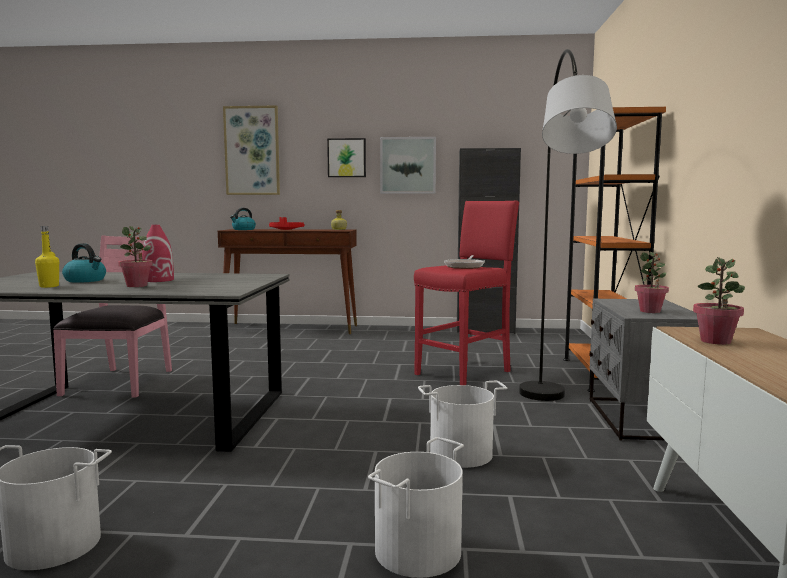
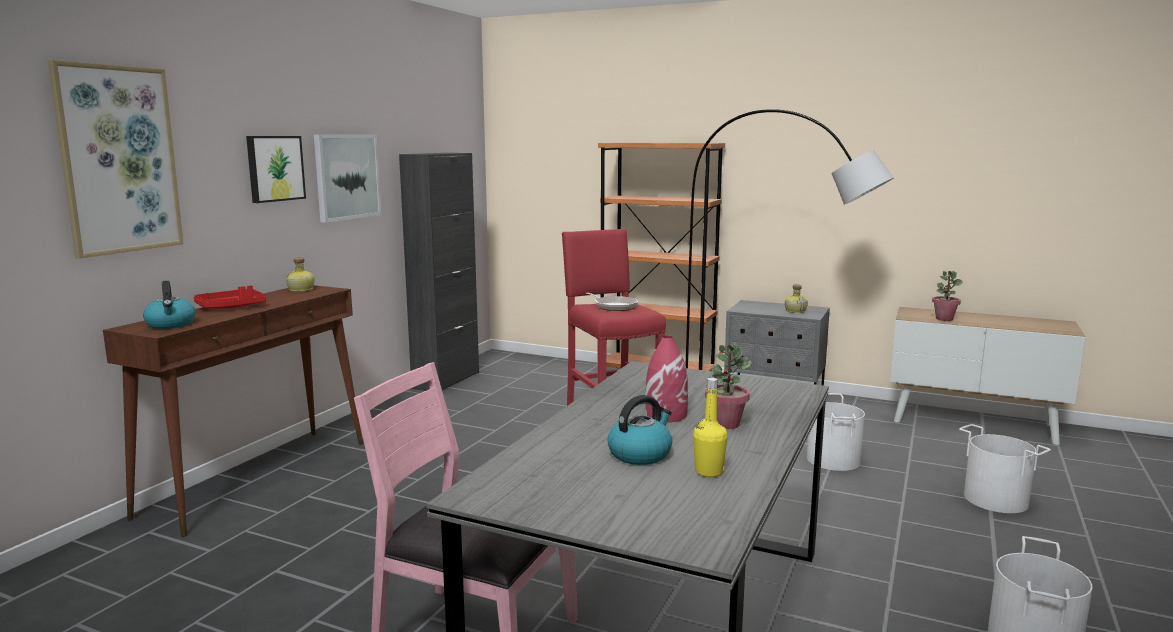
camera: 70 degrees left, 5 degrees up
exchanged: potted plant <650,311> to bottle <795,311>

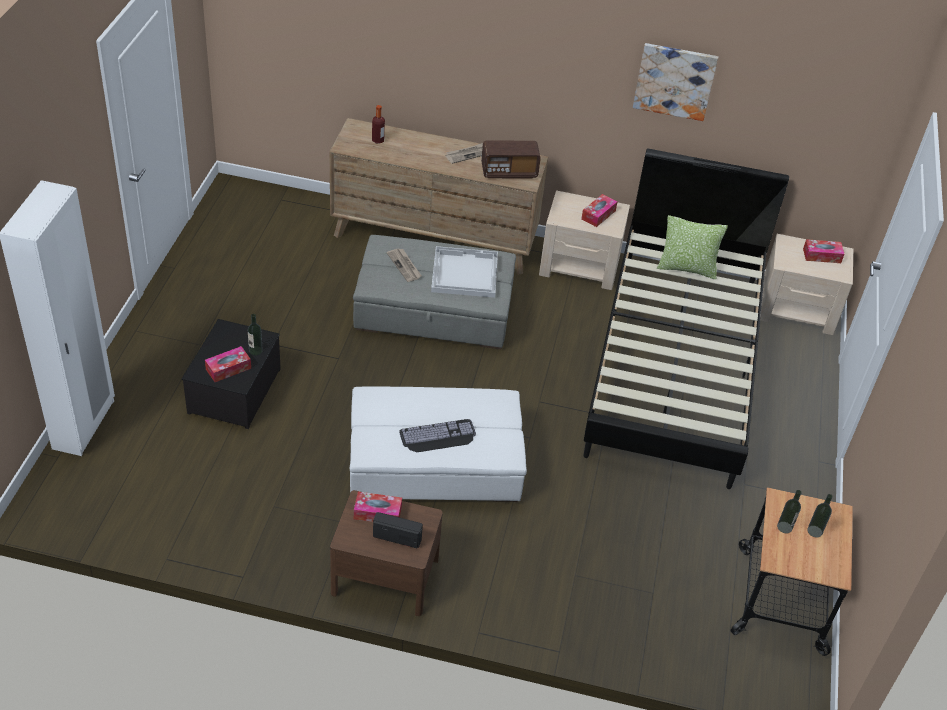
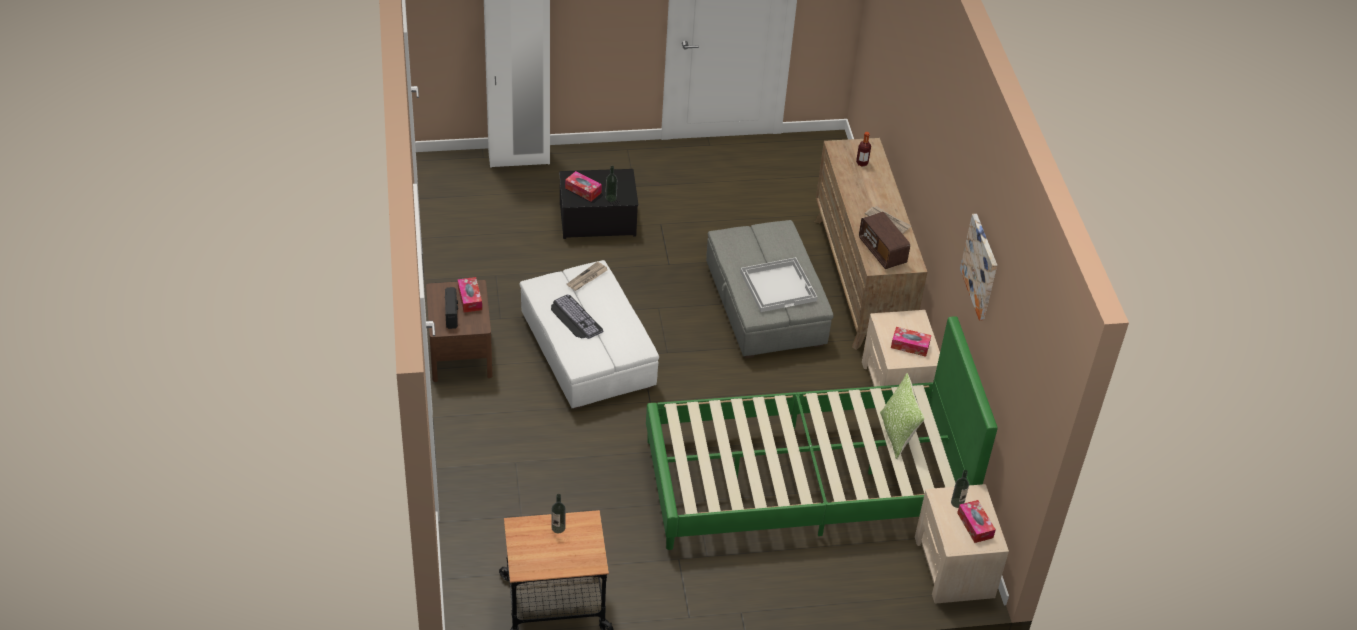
camera: 70 degrees right, 0 degrees up
relocated: newspaper <404,266> to <587,278>; bottle <814,531> to <957,503>
colour: black bed <674,364> to green bed <805,482>

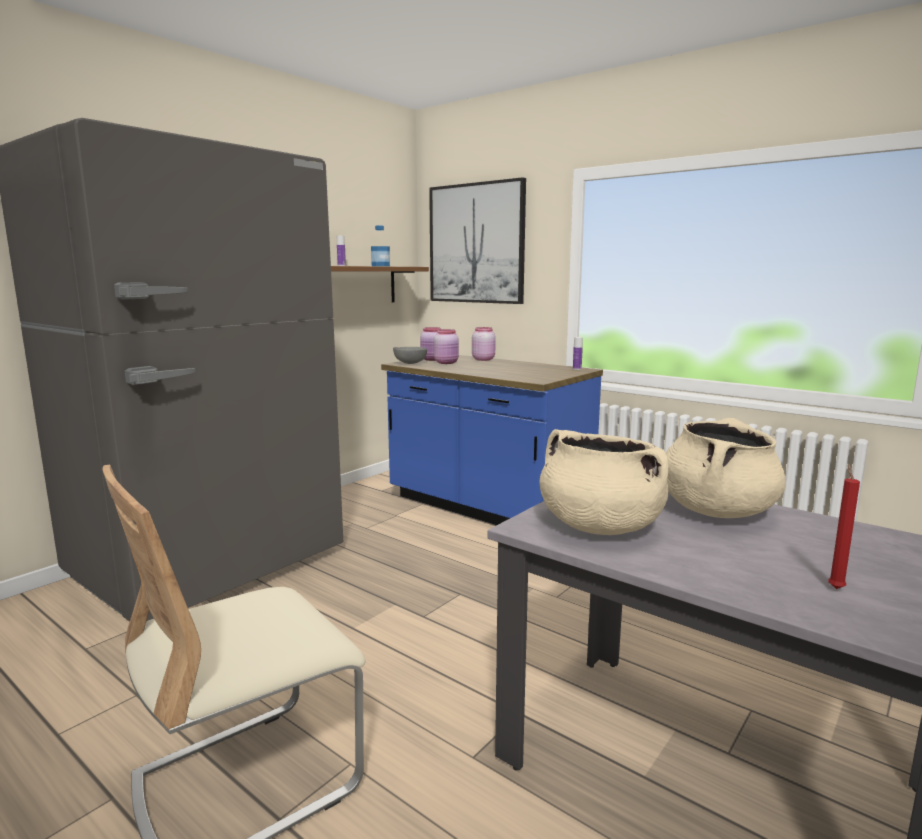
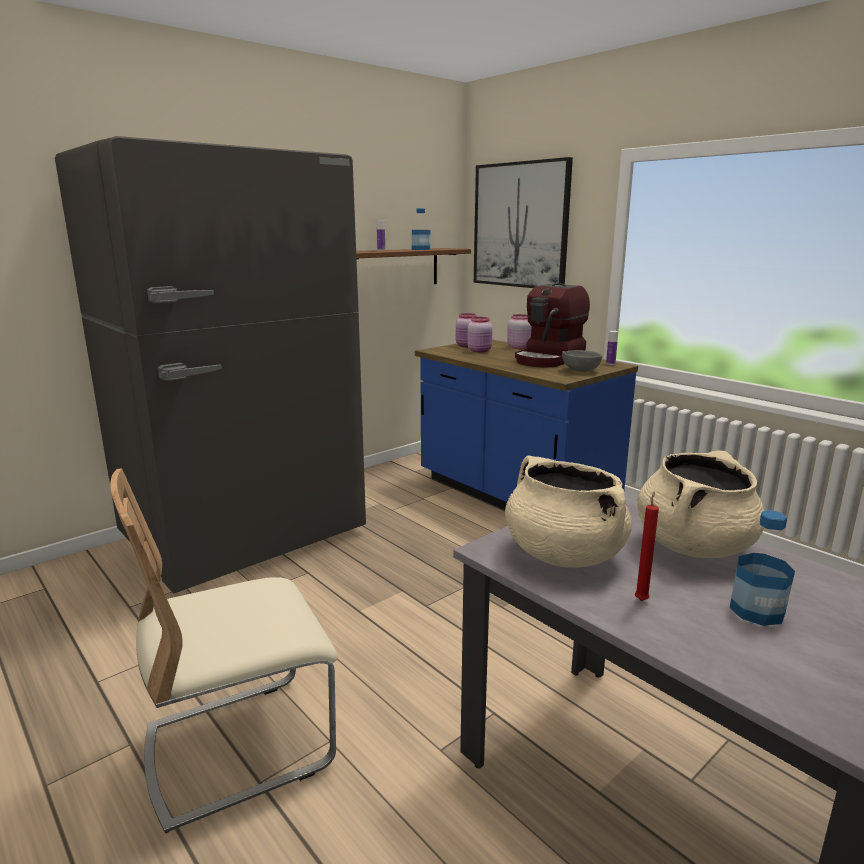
camera: 10 degrees right, 5 degrees up
appeared: coffee machine <550,359>; bottle <757,610>
relocated: grey bowl <409,363> to <579,371>; red candle <835,587> to <641,599>

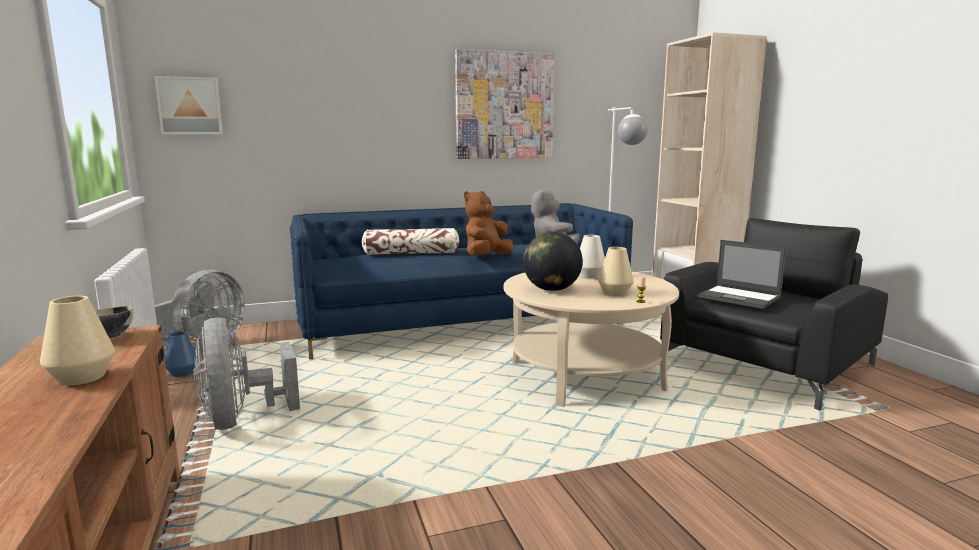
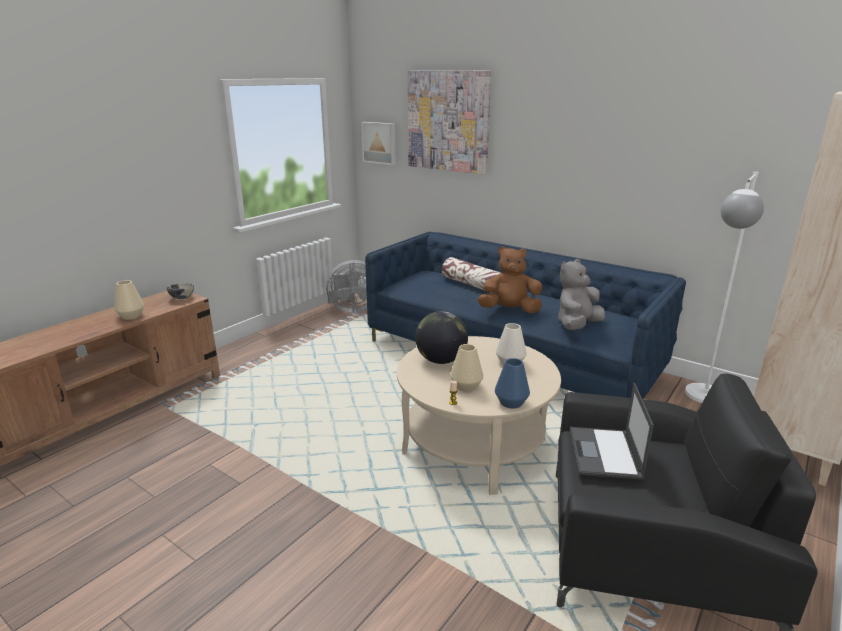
camera: 55 degrees right, 10 degrees up
missing: grey fan <241,419>
relocated: blue vase <182,373> to <511,402>; picture <504,106> to <448,121>

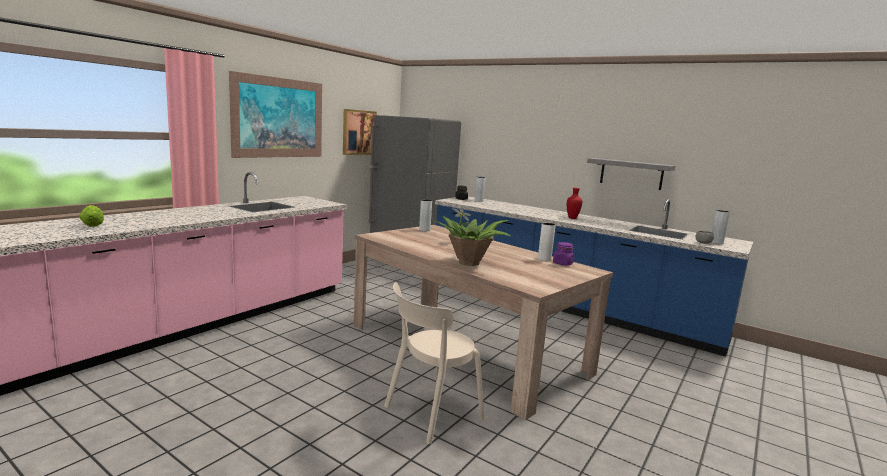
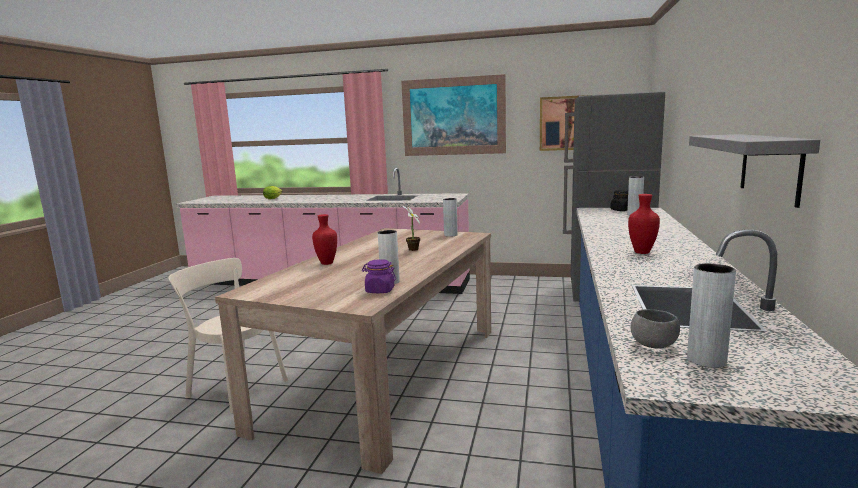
camera: 70 degrees right, 0 degrees up
exchanged: potted plant <470,263> to red vase <326,263>

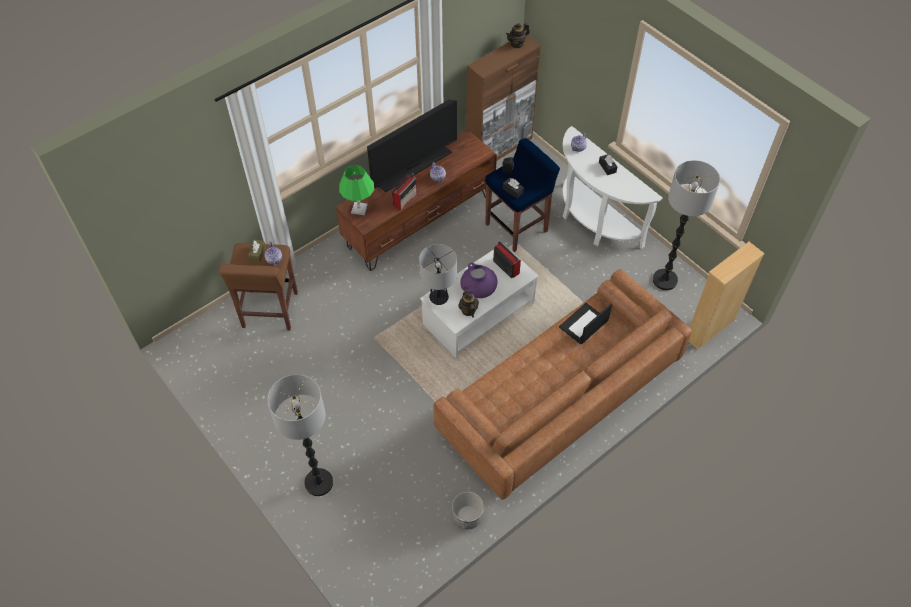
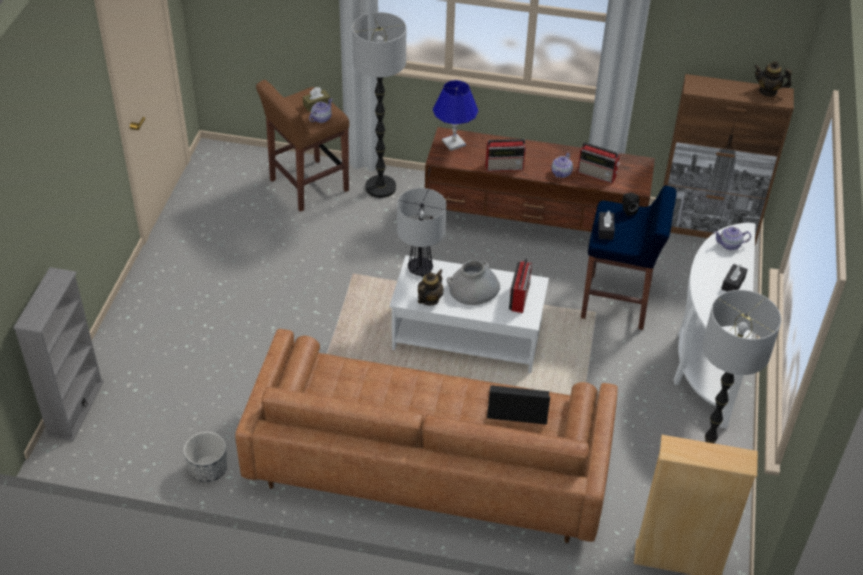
camera: 50 degrees right, 10 degrees down
missing: television <414,168>
appeared: grey bookcase <75,408>; radio <597,174>
relocated: floor lamp <318,483> to <380,187>
colour: green table lamp <359,209> to blue table lamp <454,143>; purple vase <478,283> to grey vase <473,288>

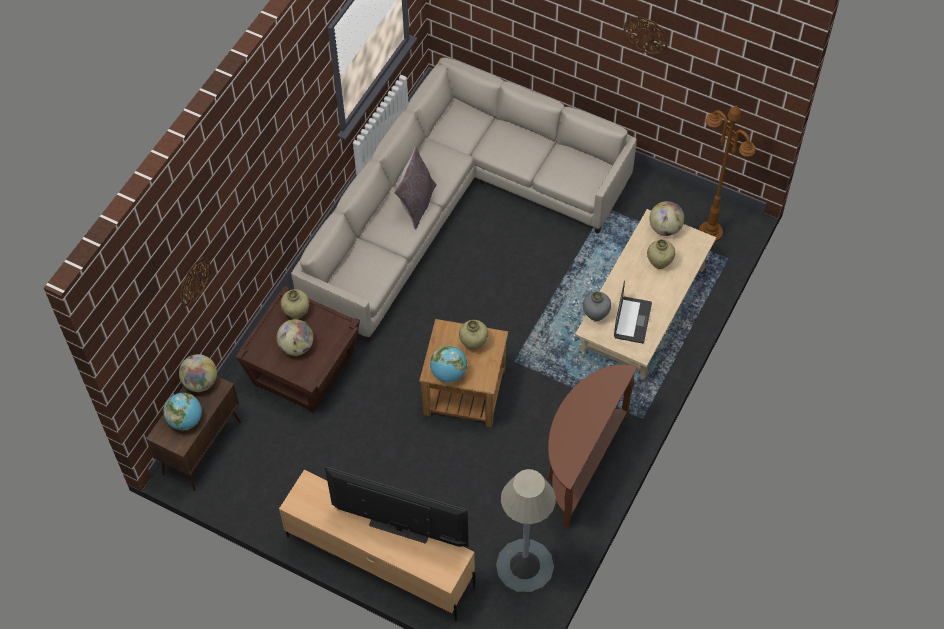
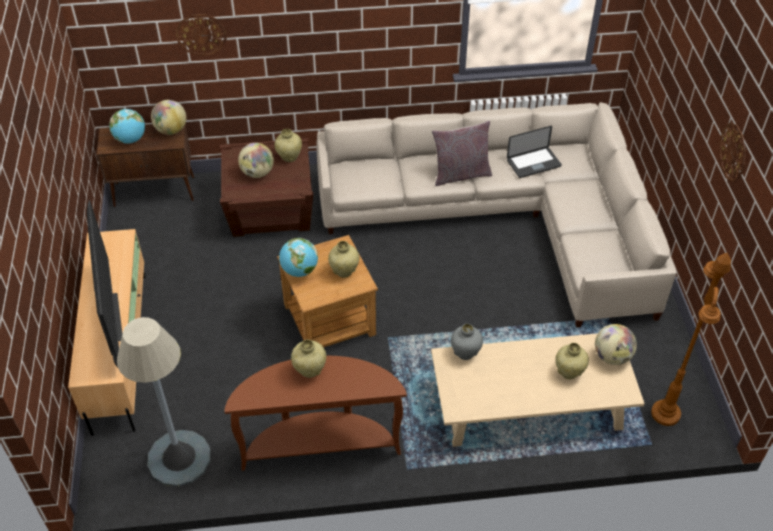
camera: 55 degrees right, 10 degrees down
appeared: beige vase <310,370>
relocated: laptop <632,320> to <533,163>

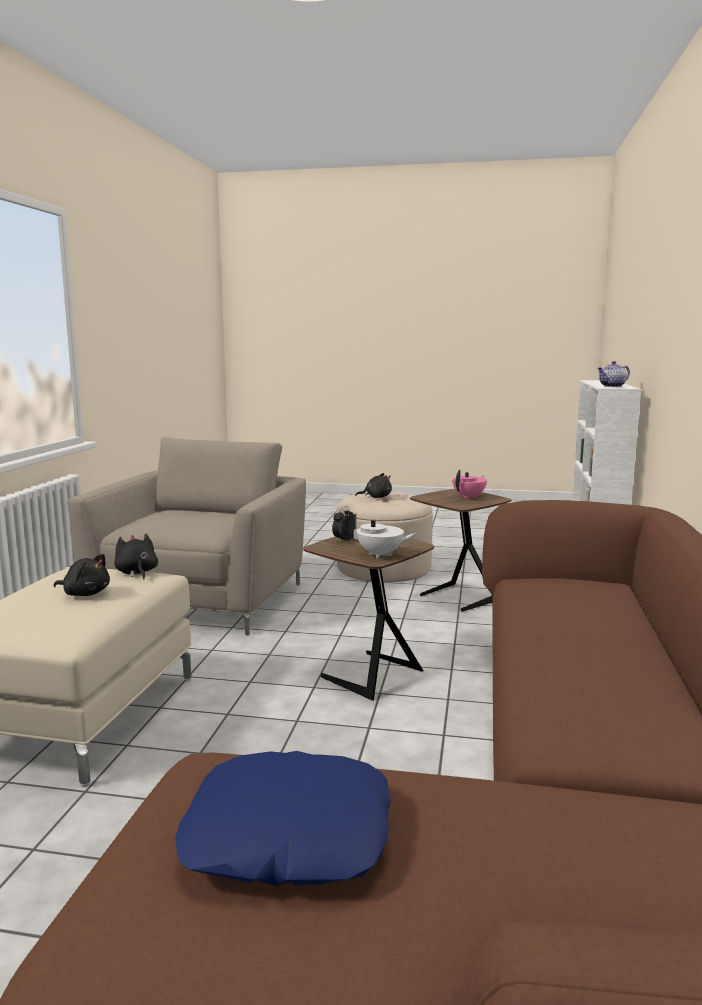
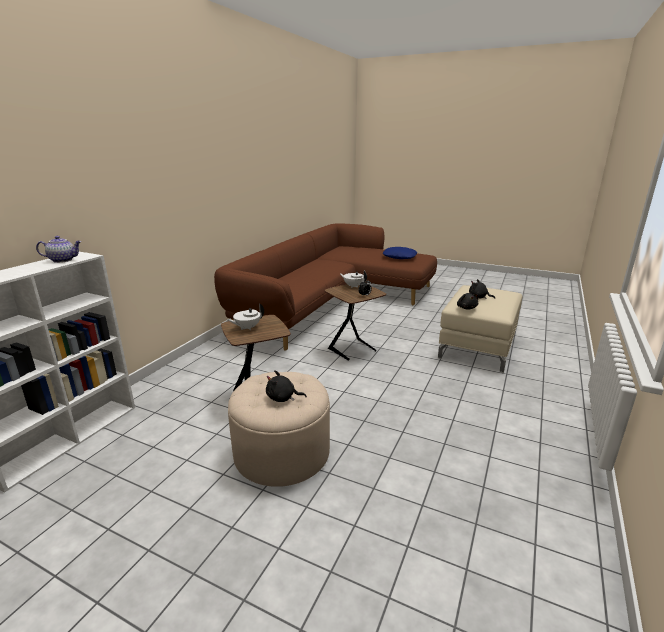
camera: 165 degrees left, 10 degrees up
missing: beige armchair <201,599>
colour: pink teapot <469,497> to white teapot <247,328>

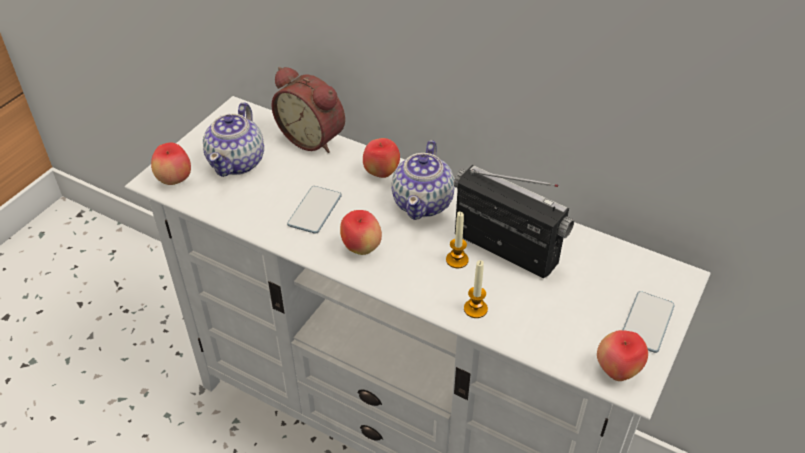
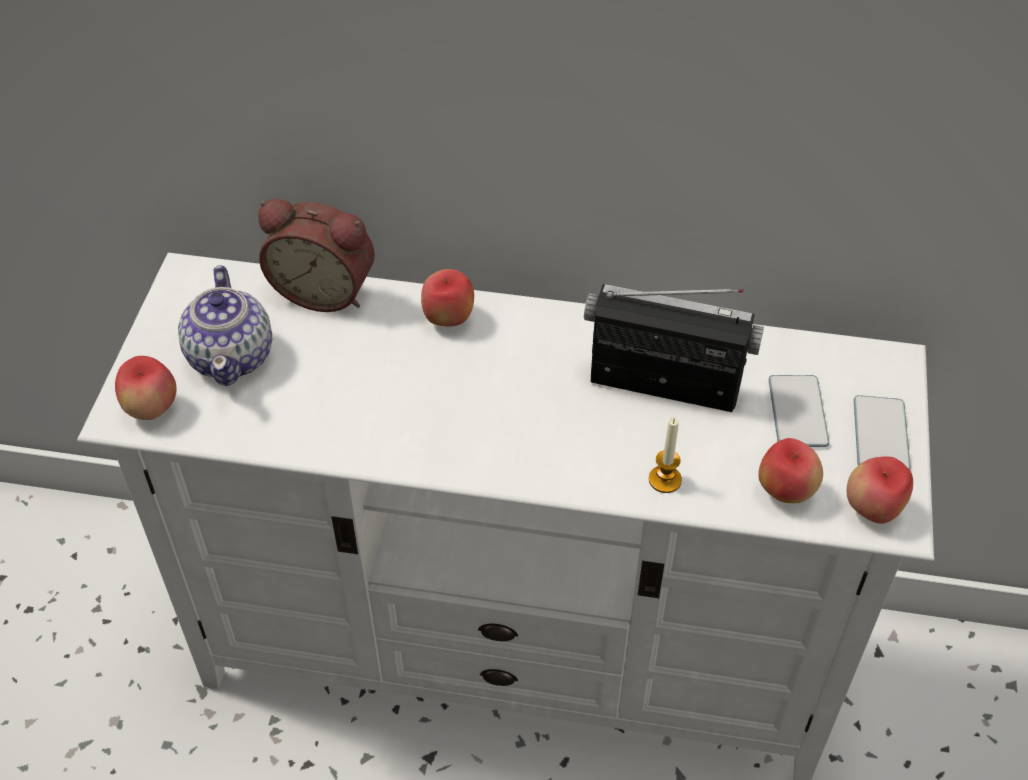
camera: 20 degrees left, 5 degrees up
missing: teapot <423,202>; candle <457,260>
relocated: phone <315,210> to <797,412>; apple <361,248> to <785,491>

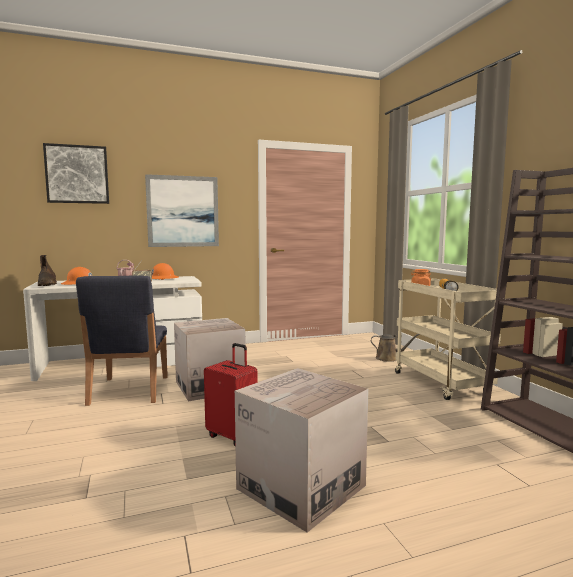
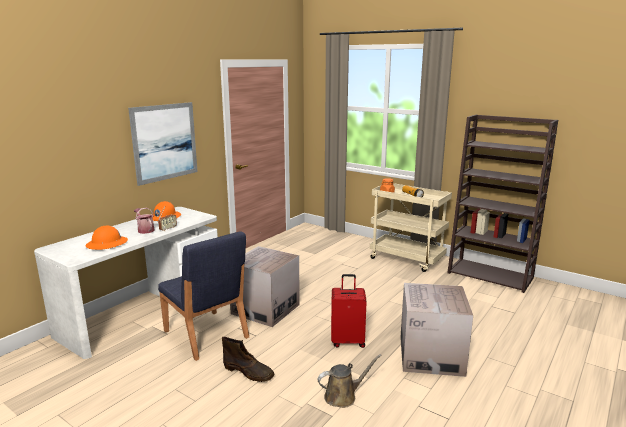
camera: 35 degrees left, 10 degrees up
missing: picture <77,174>
relocated: brown boot <47,284> to <249,372>; brown watering can <389,358> to <343,396>

